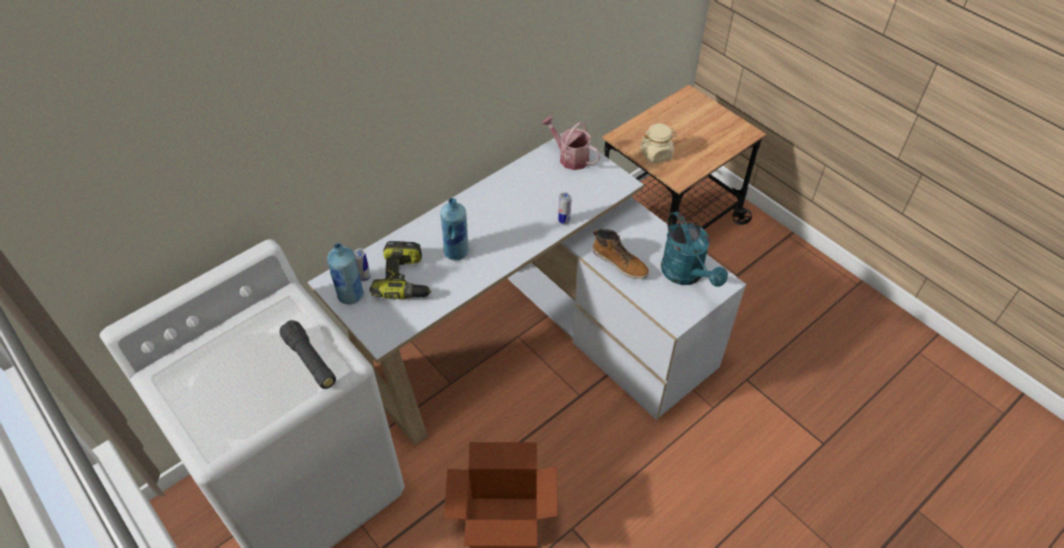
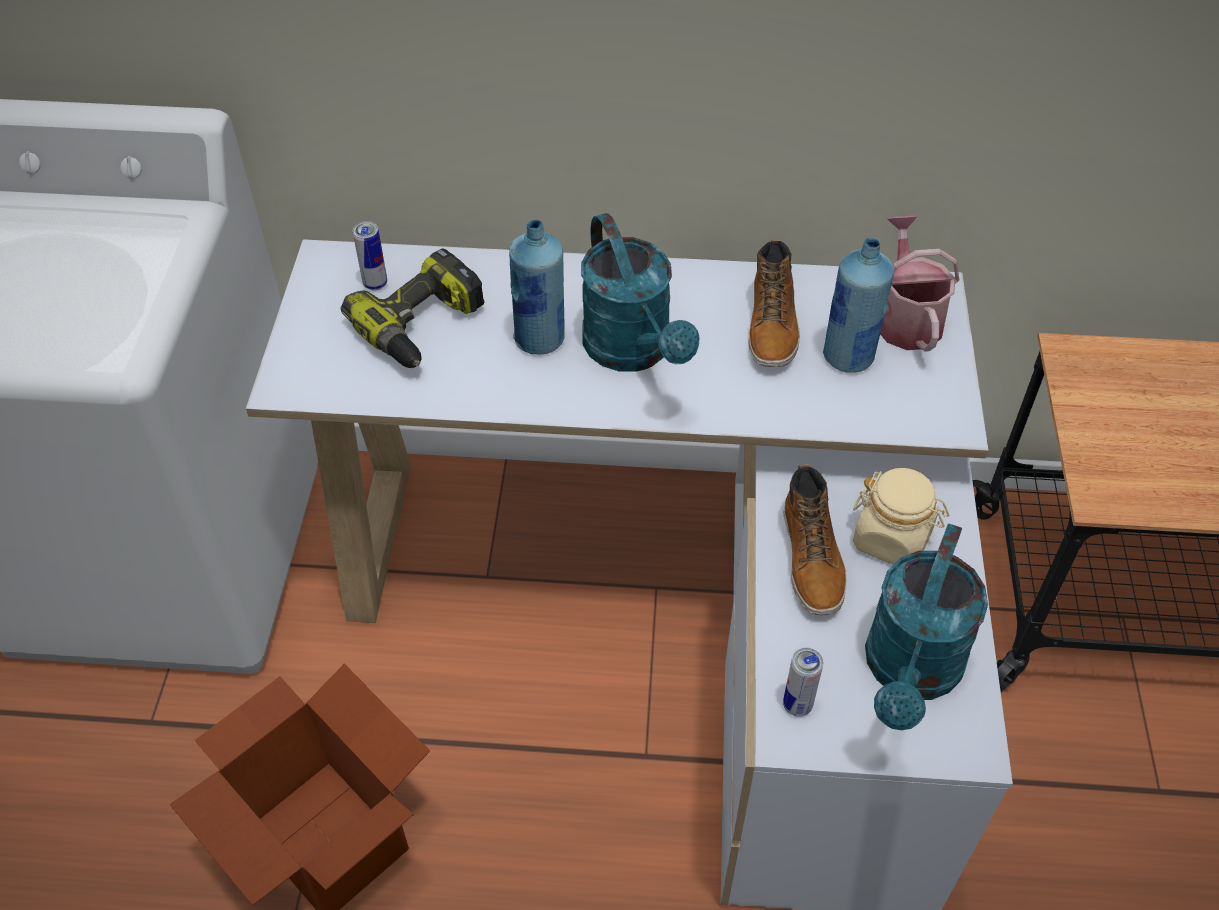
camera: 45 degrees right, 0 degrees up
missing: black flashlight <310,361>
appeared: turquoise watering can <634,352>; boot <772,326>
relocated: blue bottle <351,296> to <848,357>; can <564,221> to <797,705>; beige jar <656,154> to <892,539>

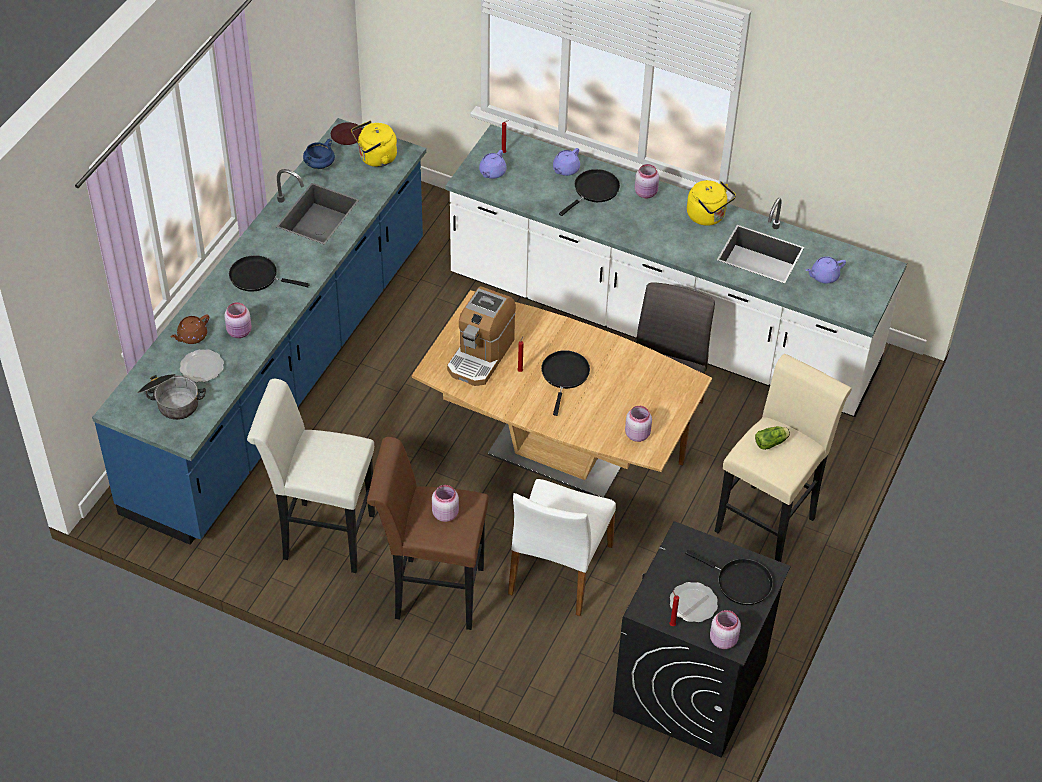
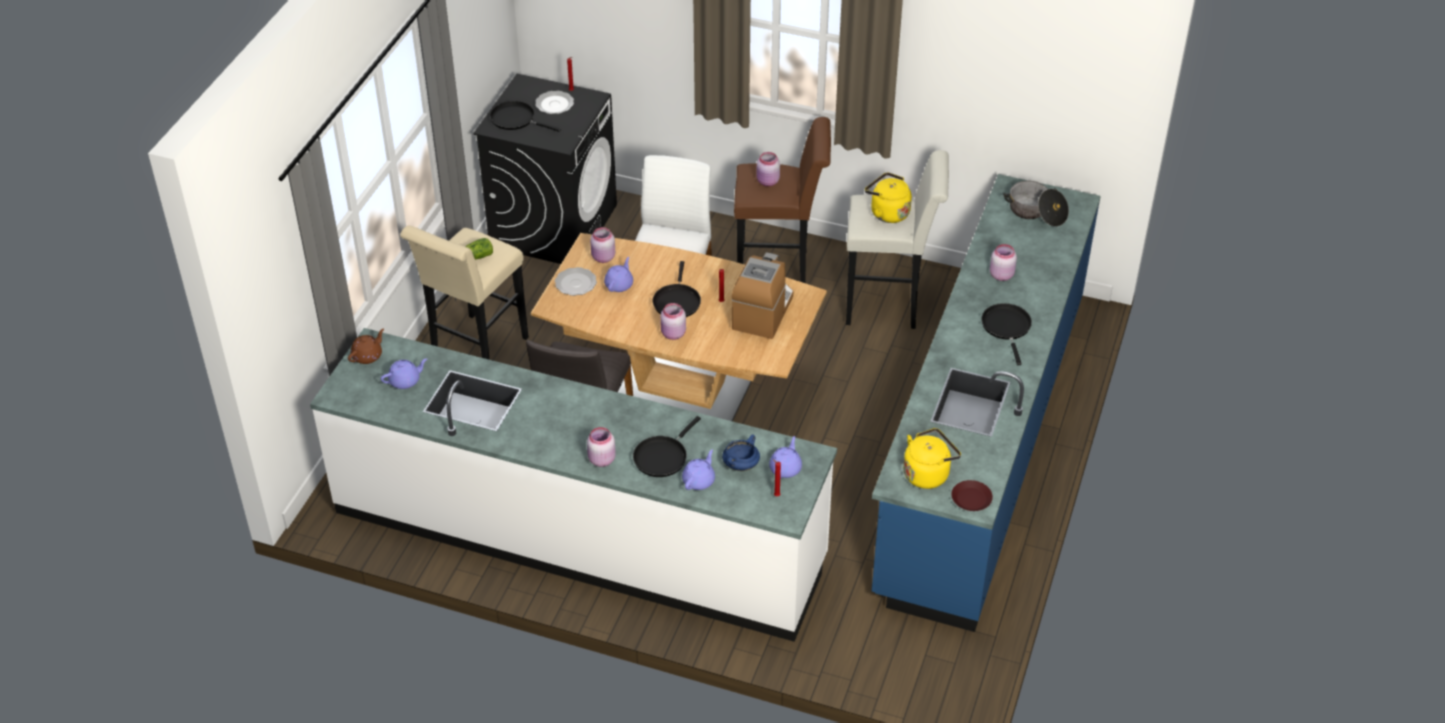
camera: 175 degrees right, 5 degrees down
appeared: purple teapot <619,284>
relocated: brown teapot <192,336> to <368,356>; plate <201,368> to <576,283>; blue cooking pot <319,165> to <741,465>; yellow kettle <708,216> to <887,213>; pink jar <724,639> to <673,334>
spun: black frying pan <257,277> = <1007,327> 105 degrees counterclockwise

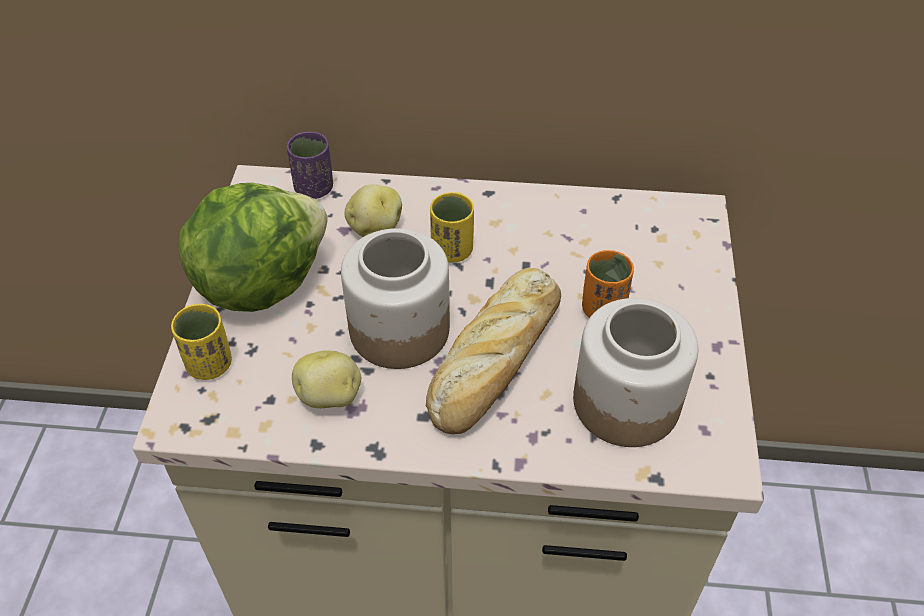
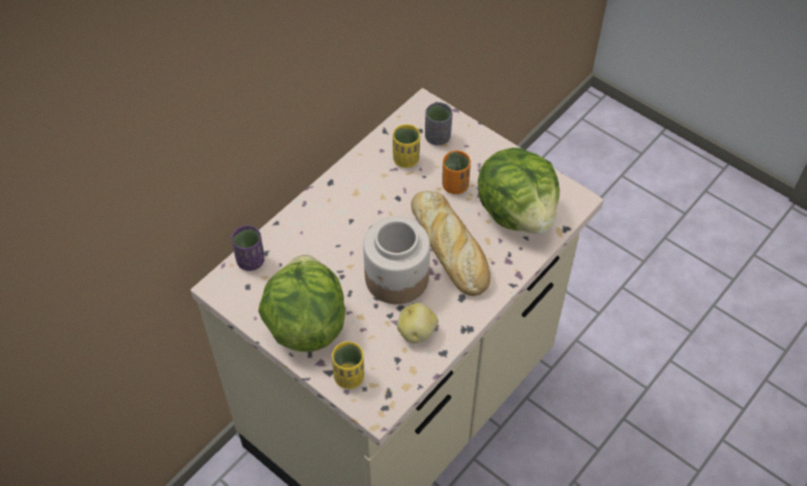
camera: 55 degrees left, 5 degrees up
missing: potato <374,228>
appeared: grey cup <437,137>
relocated: yellow cup <452,251> to <406,159>
exchanged: jar <627,402> to lettuce <517,212>

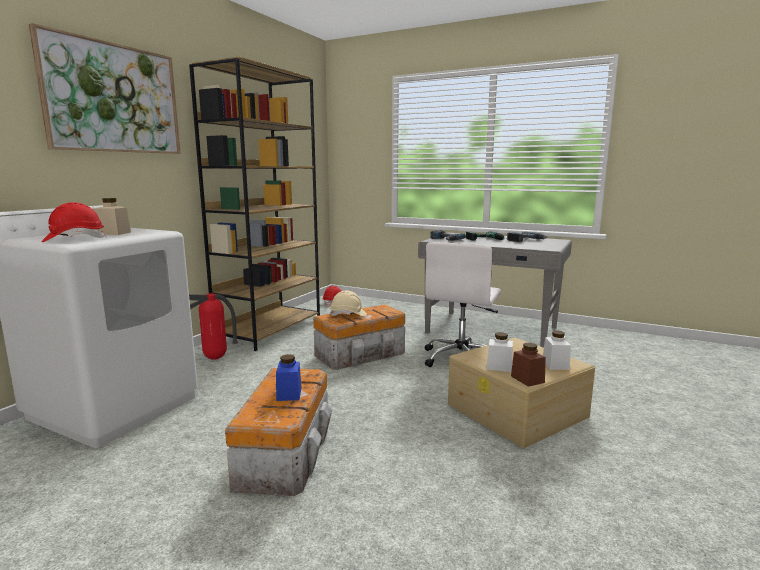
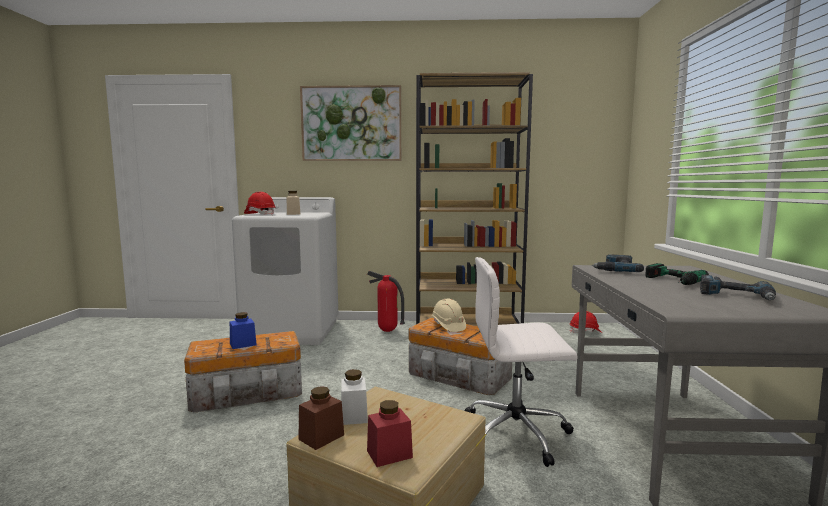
camera: 65 degrees right, 5 degrees down
colour: white jar <555,364> to red jar <389,454>

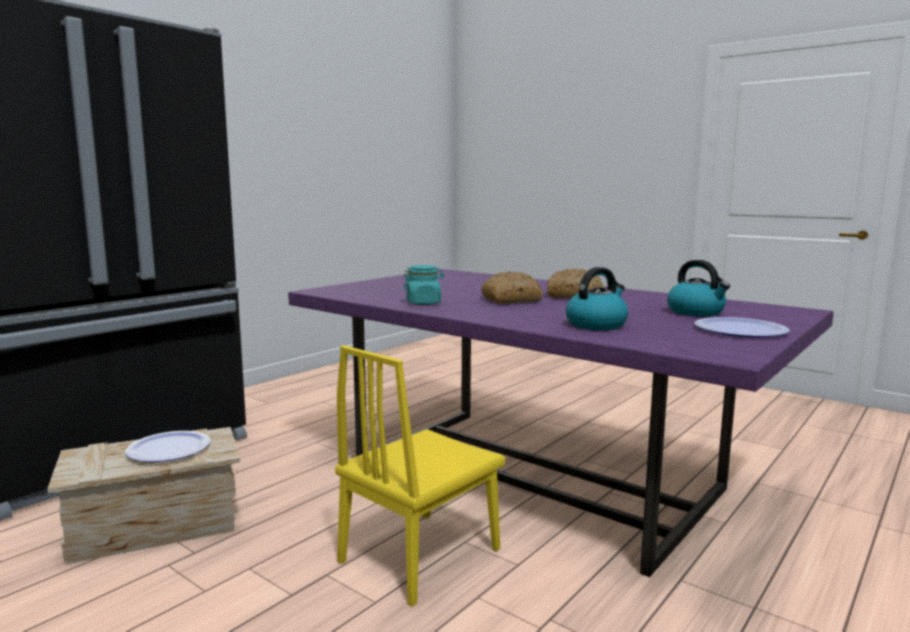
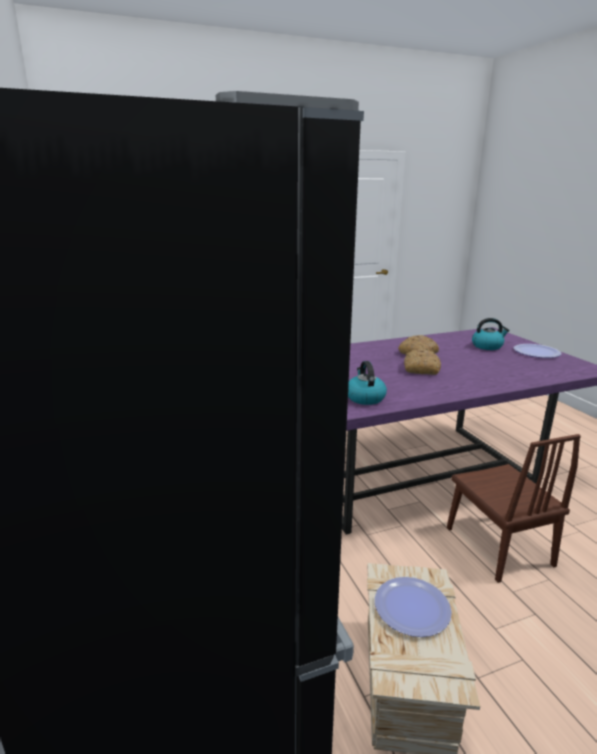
camera: 60 degrees left, 10 degrees up
missing: turquoise jar <423,303>
relocated: kettle <596,325> to <365,398>
colour: yellow chair <420,555> to brown chair <498,546>

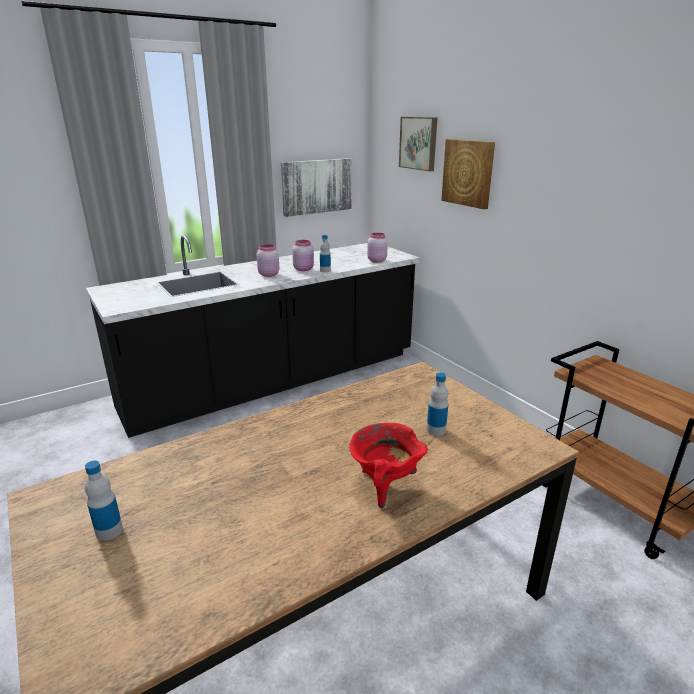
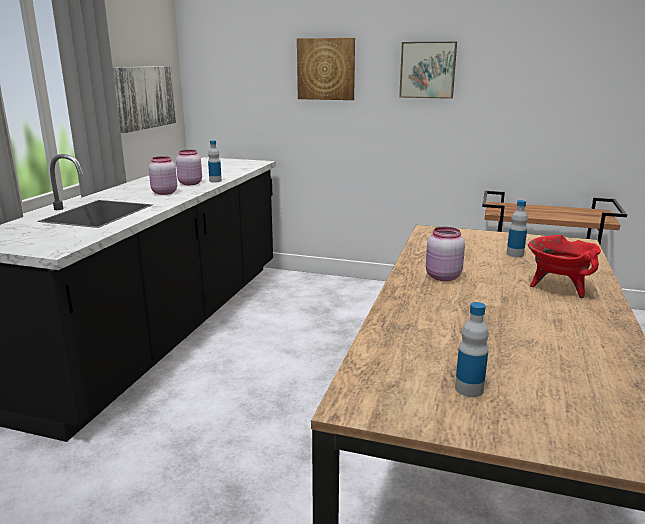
camera: 40 degrees left, 5 degrees down
relocated: pink jar <376,260> to <442,277>; picture <419,143> to <427,70>

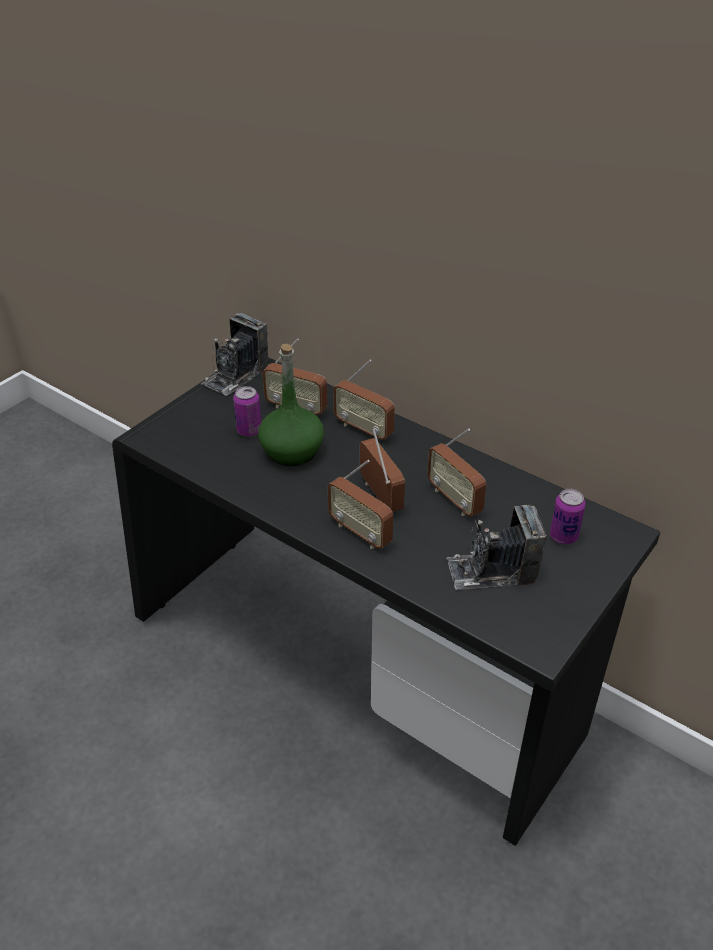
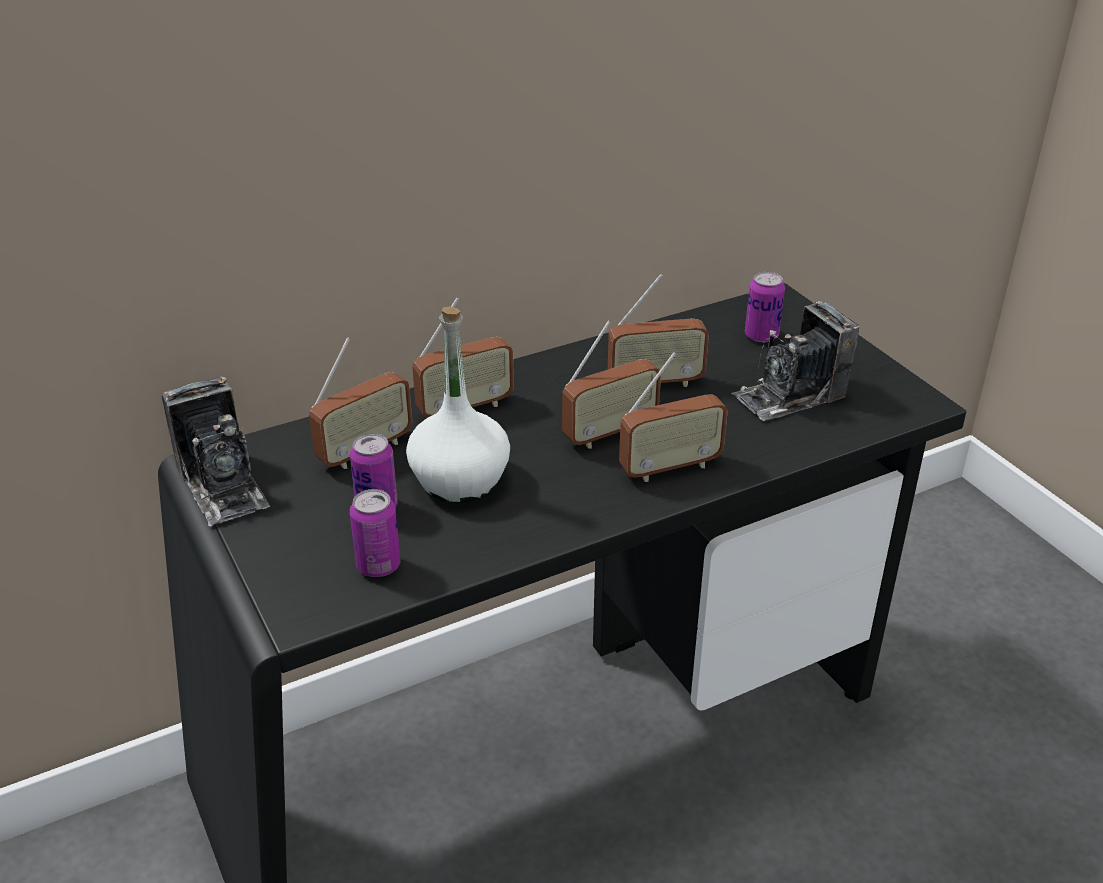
camera: 65 degrees left, 5 degrees down
appeared: can <378,565>
colour: green bottle <292,451> to white bottle <460,479>
spun: radio <380,496> = <609,433> 150 degrees clockwise; photo camera <491,570> = <790,395> 45 degrees clockwise

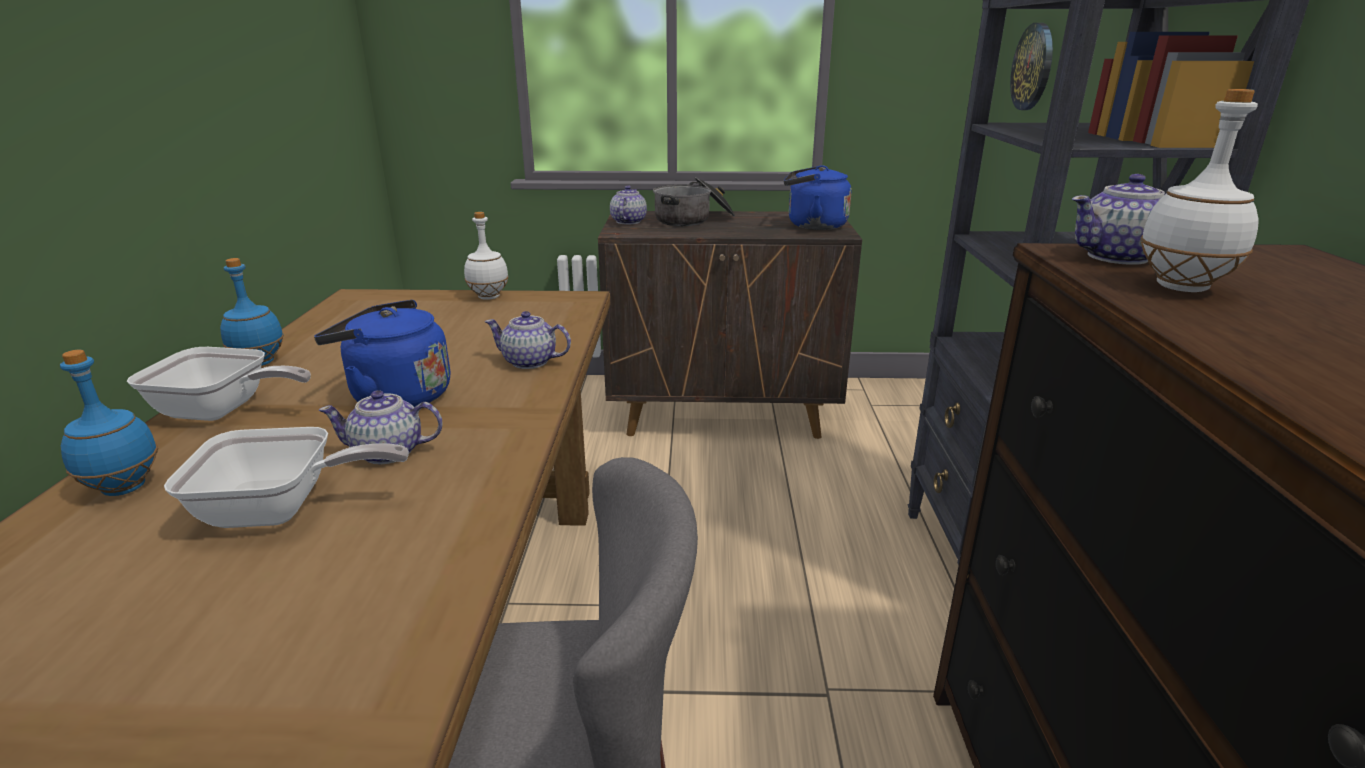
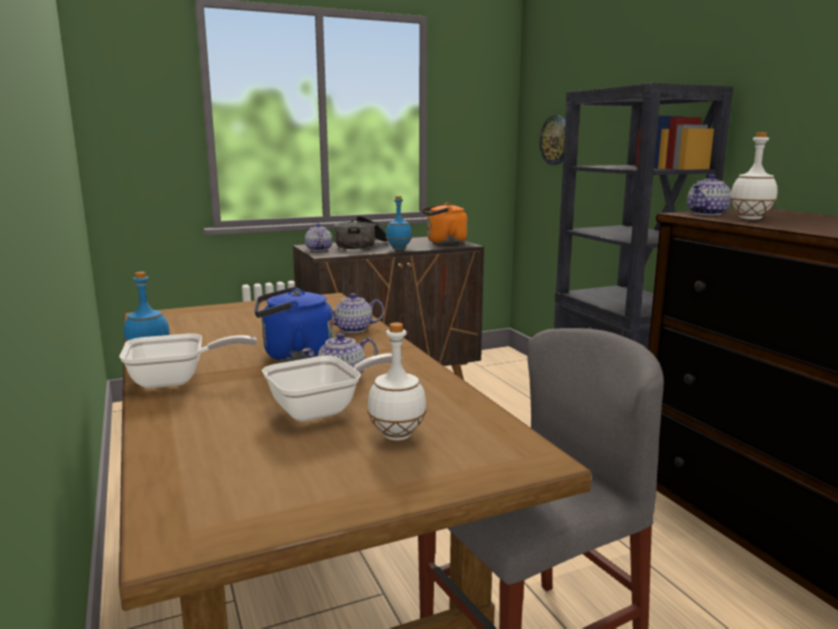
camera: 25 degrees left, 10 degrees down
relocated: blue bottle <123,488> to <398,249>; white bottle <489,297> to <398,435>
colour: blue kettle <812,225> to orange kettle <444,242>

